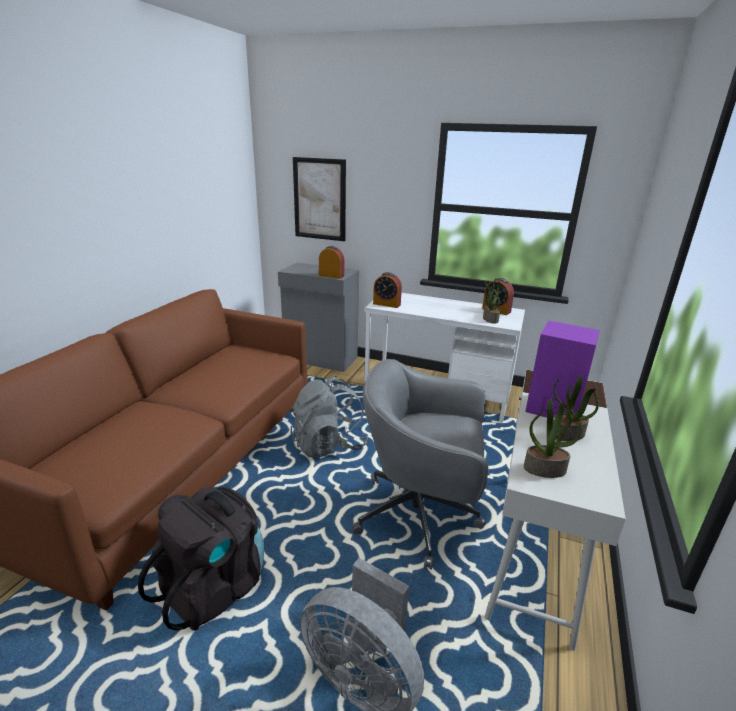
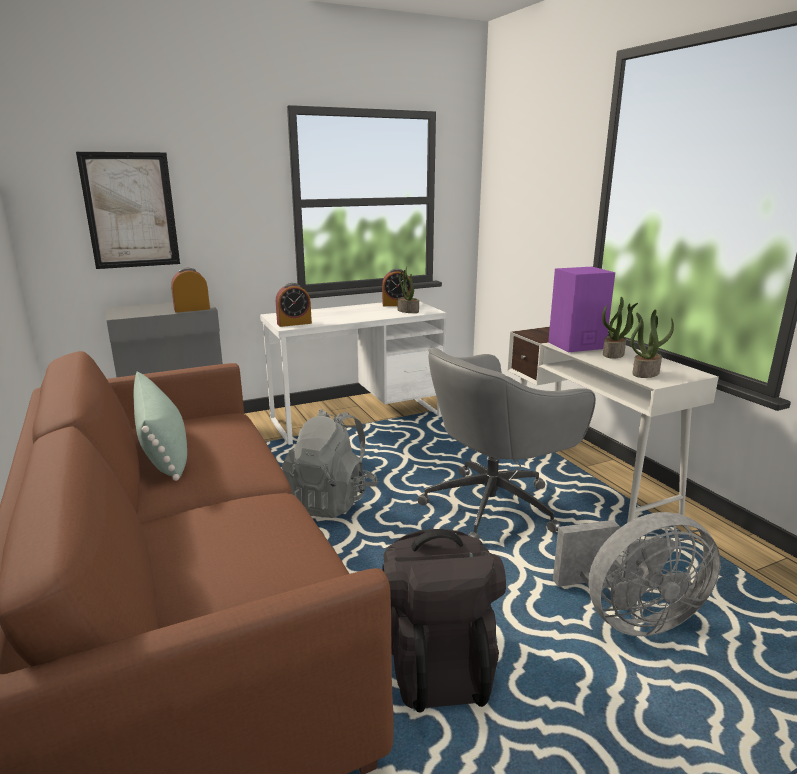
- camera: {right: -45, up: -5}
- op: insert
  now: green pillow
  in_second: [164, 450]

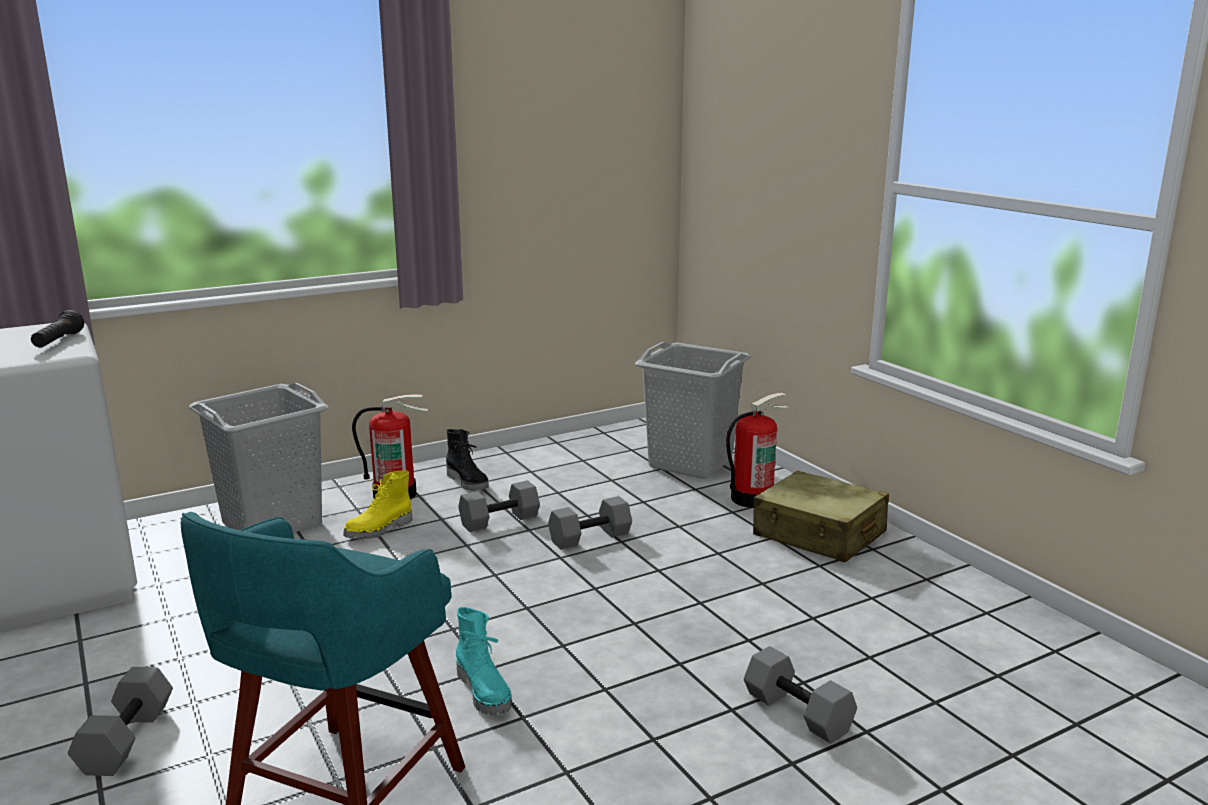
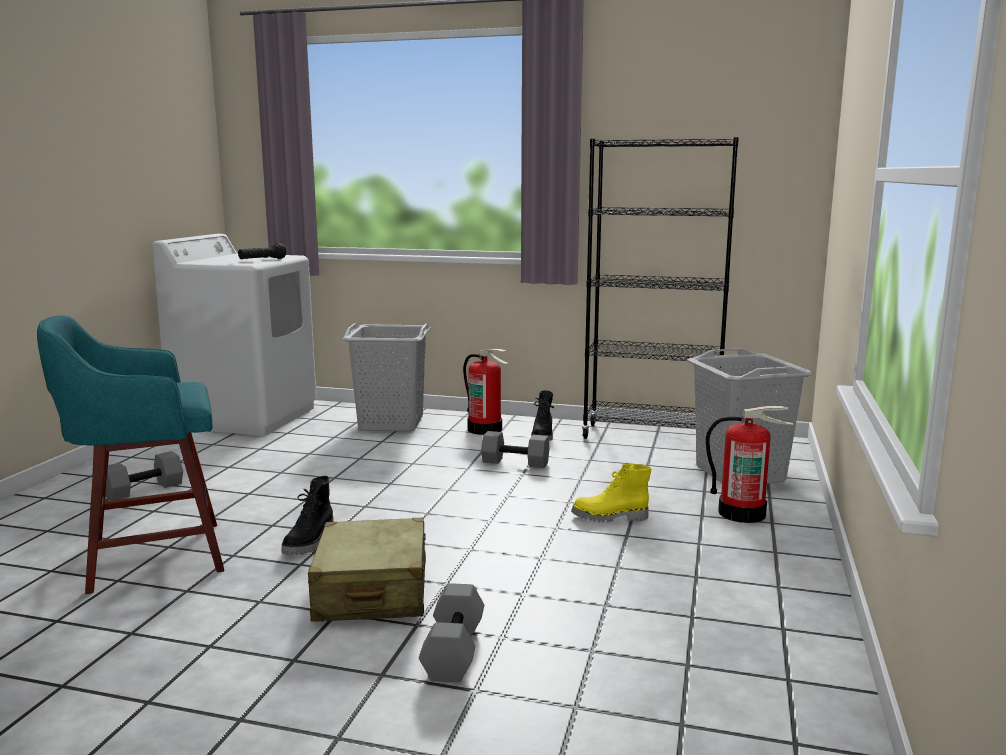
- camera: {right: 45, up: -5}
- op: recolor
  was: turquoise boot
  now: black boot
  in_first: [485, 691]
  in_second: [310, 543]
- op: move
  was: beige suitcase
  in_first: [819, 534]
  in_second: [372, 591]
- op: move
  was: yellow boot
  in_first: [380, 530]
  in_second: [610, 517]
- op: insert
  now: black bookcase
  in_second: [652, 436]
- op: delete
  was: grey dumbbell
  in_first: [590, 537]

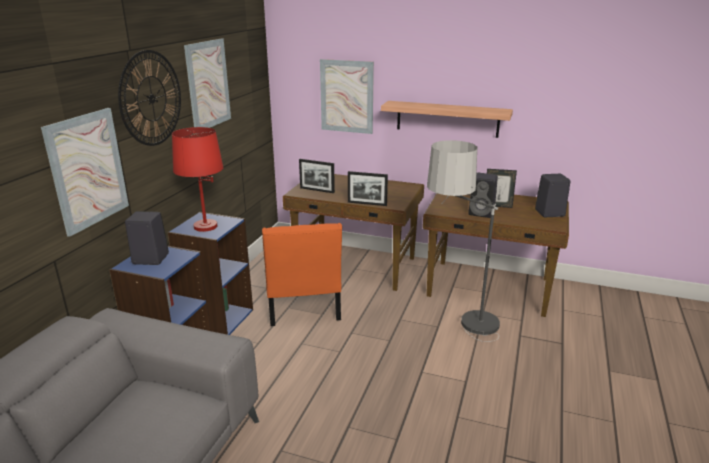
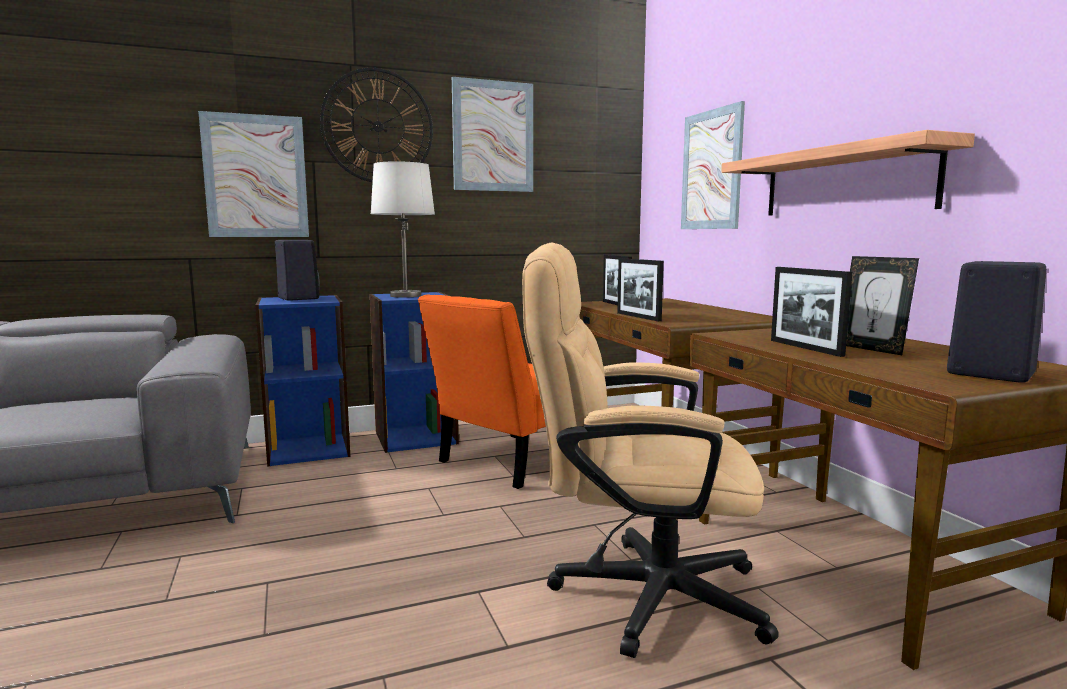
- camera: {right: 50, up: -15}
- op: recolor
  was: red table lamp
  now: white table lamp
  in_first: [205, 227]
  in_second: [405, 296]
- op: replace
  was: floor lamp
  now: beige office chair
  in_first: [461, 338]
  in_second: [637, 593]
- op: replace
  was: black speaker
  now: picture frame
  in_first: [482, 213]
  in_second: [805, 348]

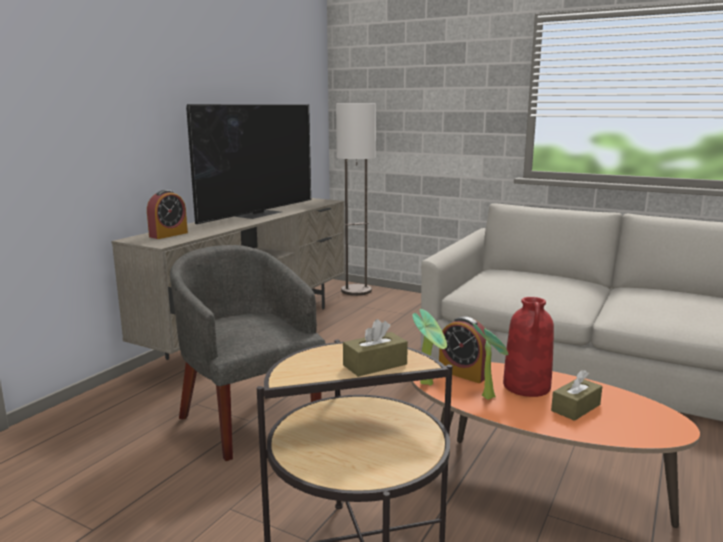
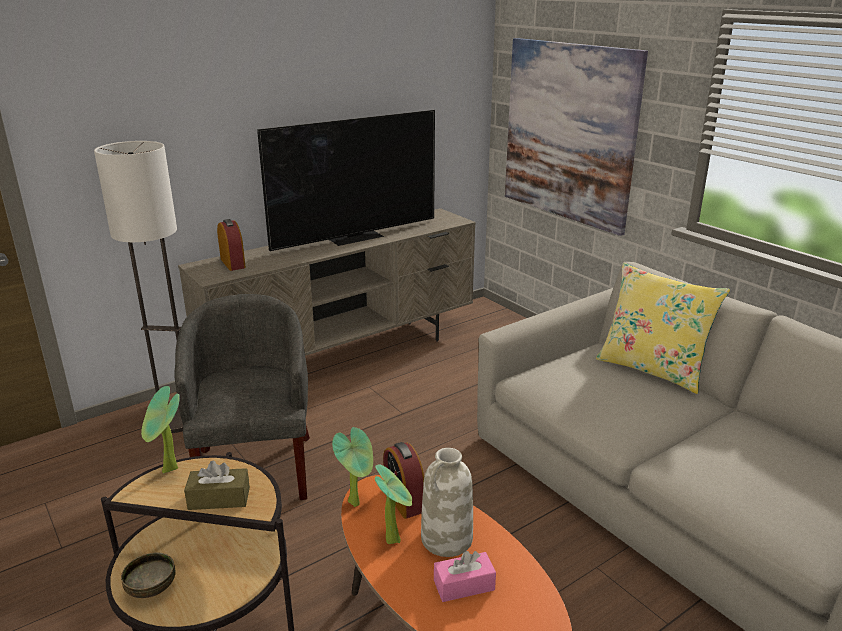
- camera: {right: 25, up: 10}
- op: move
  was: floor lamp
  in_first: [356, 291]
  in_second: [177, 419]
- op: insert
  now: bowl
  in_second: [151, 589]
- op: insert
  now: potted plant
  in_second: [169, 471]
- op: rotate
  was: alarm clock
  in_first: [168, 235]
  in_second: [233, 263]
  clockwise: -90
- op: recolor
  was: red vase
  now: white vase
  in_first: [527, 387]
  in_second: [446, 539]
- op: recolor
  was: brown tissue box
  now: pink tissue box
  in_first: [575, 408]
  in_second: [464, 585]
- op: insert
  now: picture
  in_second: [569, 133]
- op: insert
  now: yellow pillow
  in_second: [652, 369]

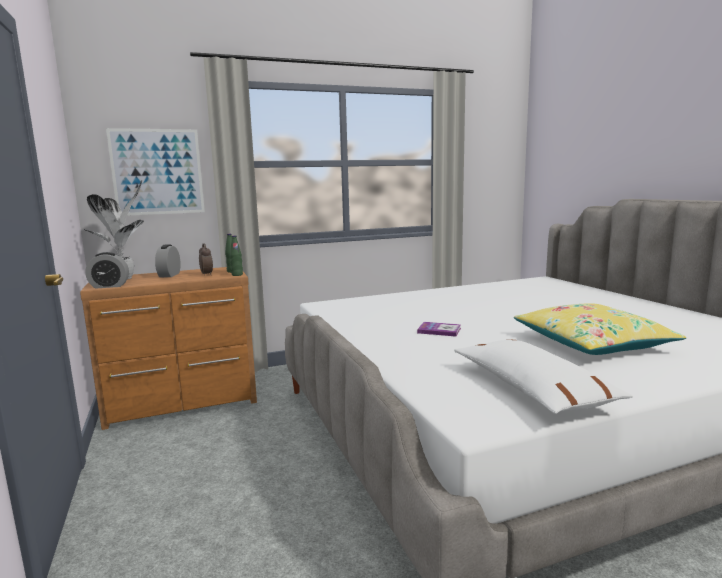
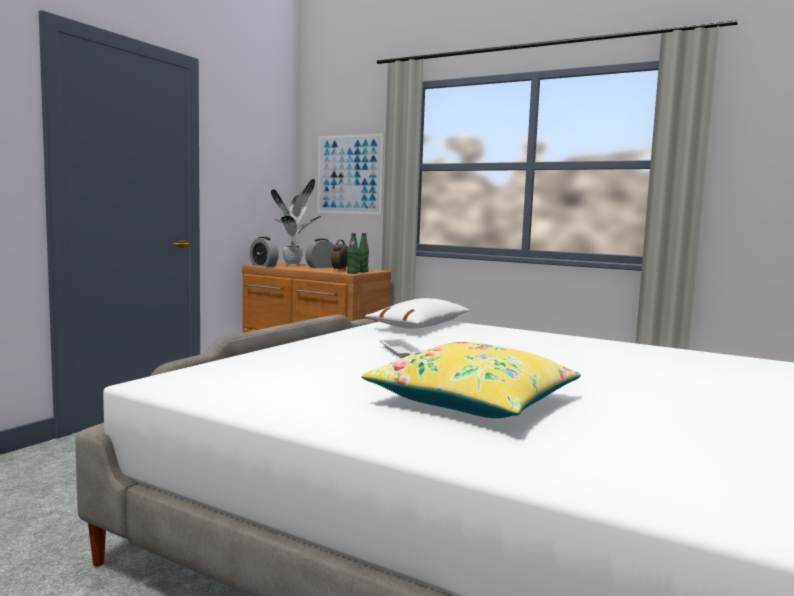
- camera: {right: 50, up: -5}
- op: move
  was: white pillow
  in_first: [531, 389]
  in_second: [420, 326]
- op: replace
  was: book
  now: white tray
  in_first: [439, 330]
  in_second: [401, 352]

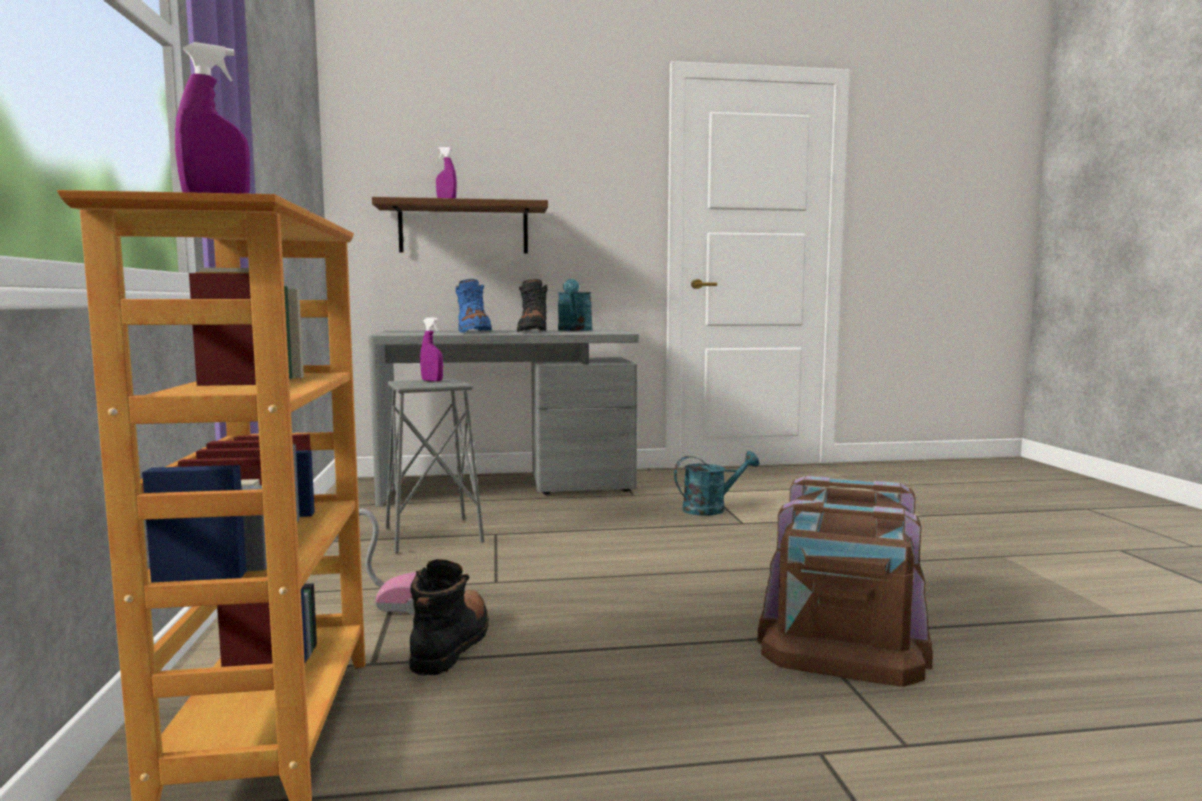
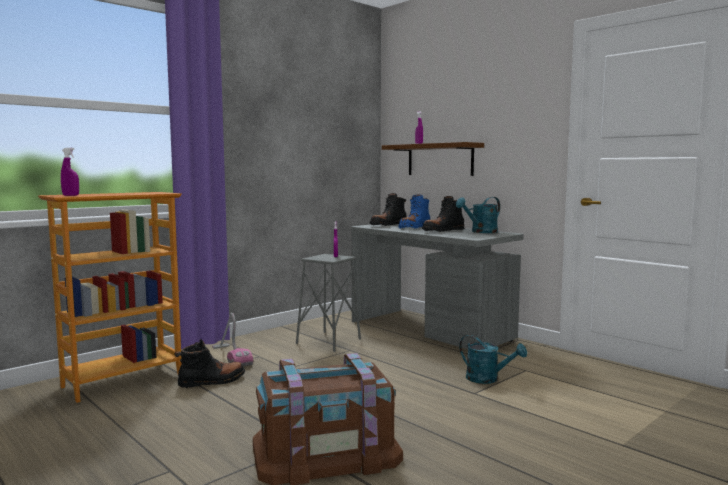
- camera: {right: 55, up: 0}
- op: insert
  now: black boot
  in_second: [388, 225]

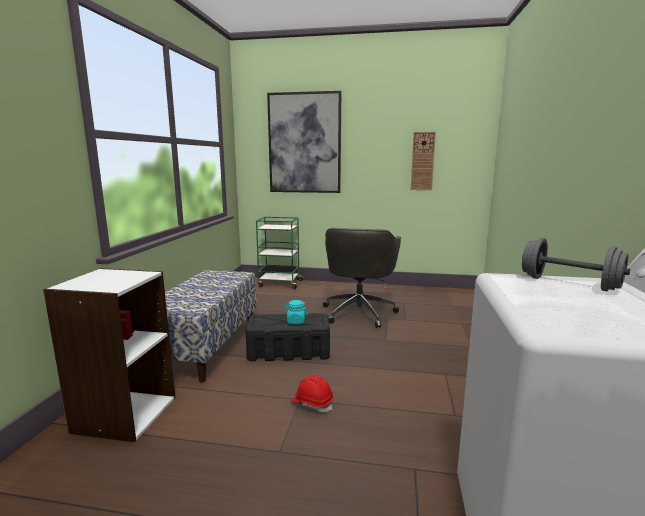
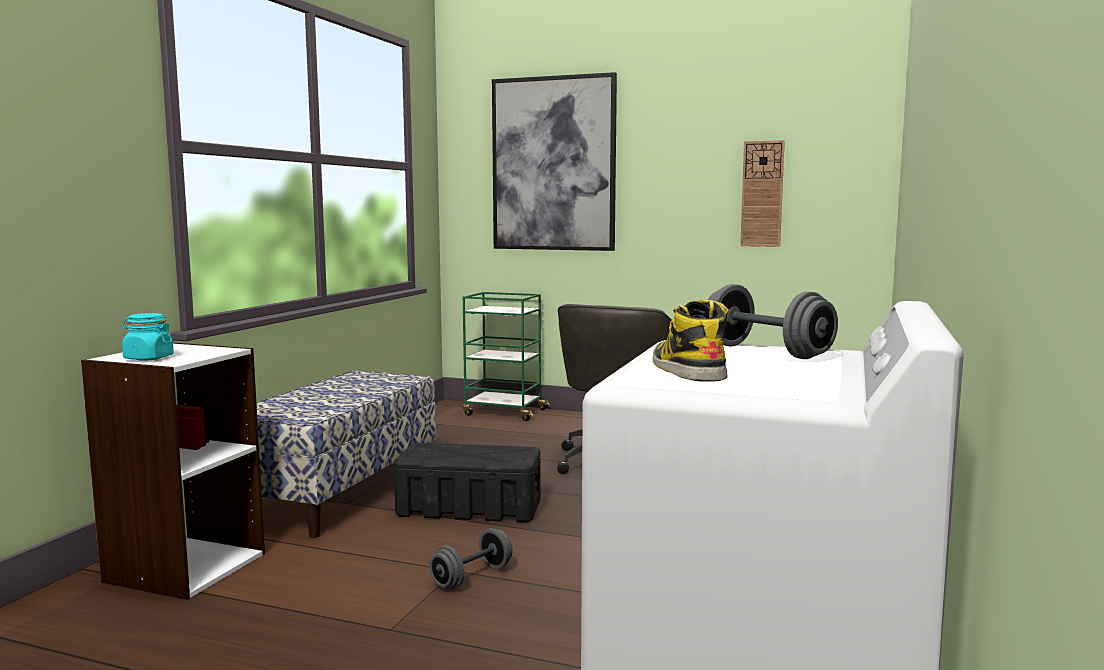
- camera: {right: 10, up: -5}
- op: move
  was: turquoise jar
  in_first: [296, 321]
  in_second: [148, 358]
- op: replace
  was: red hard hat
  now: grey dumbbell
  in_first: [312, 403]
  in_second: [472, 577]
- op: insert
  now: boot
  in_second: [686, 370]

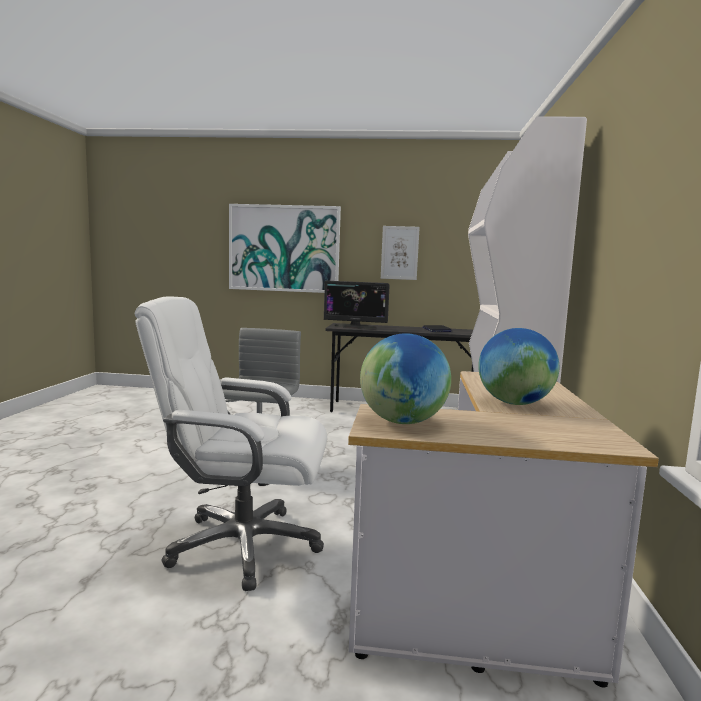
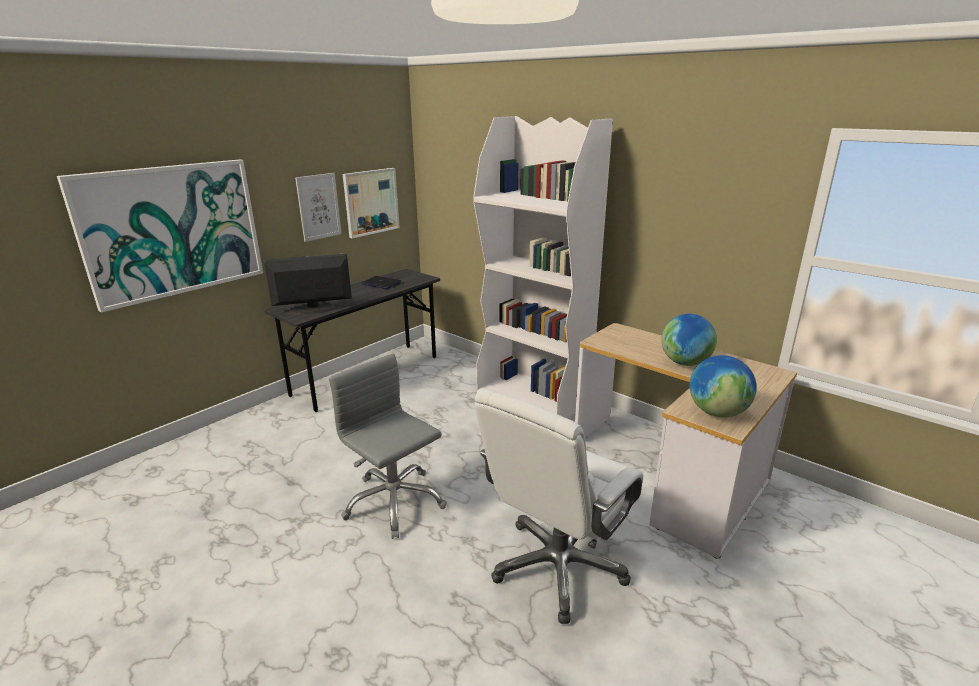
- camera: {right: -55, up: 15}
- op: rotate
  was: monitor
  in_first: [355, 327]
  in_second: [313, 309]
  clockwise: -150
- op: insert
  now: picture
  in_second: [371, 202]

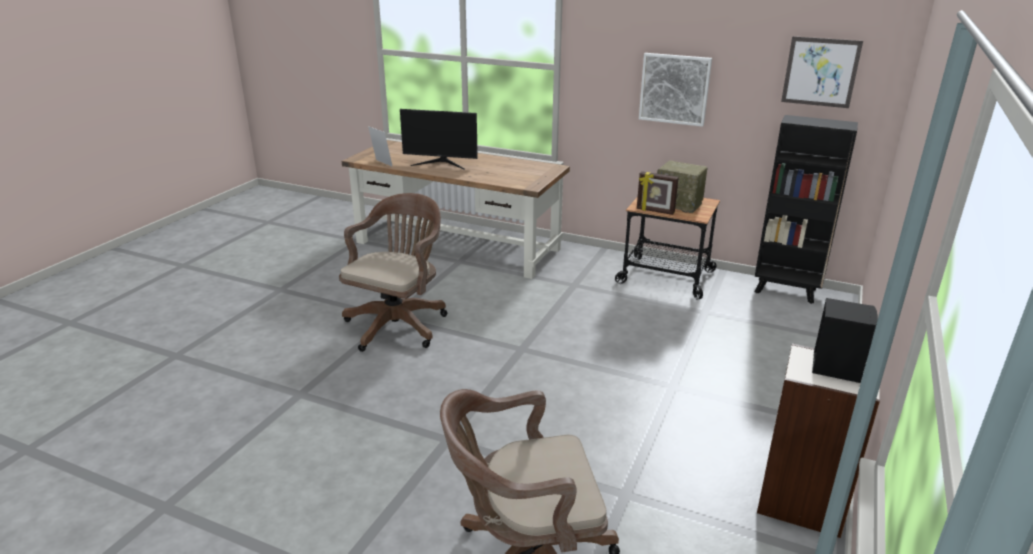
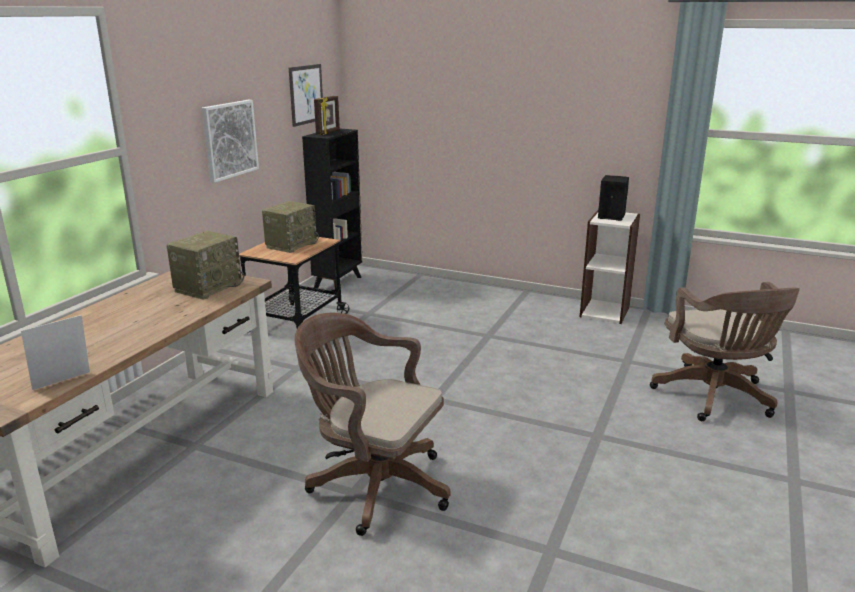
- camera: {right: -90, up: -5}
- op: insert
  now: radio
  in_second: [208, 287]
- op: move
  was: picture frame
  in_first: [655, 211]
  in_second: [328, 133]
- op: delete
  was: monitor
  in_first: [441, 163]

